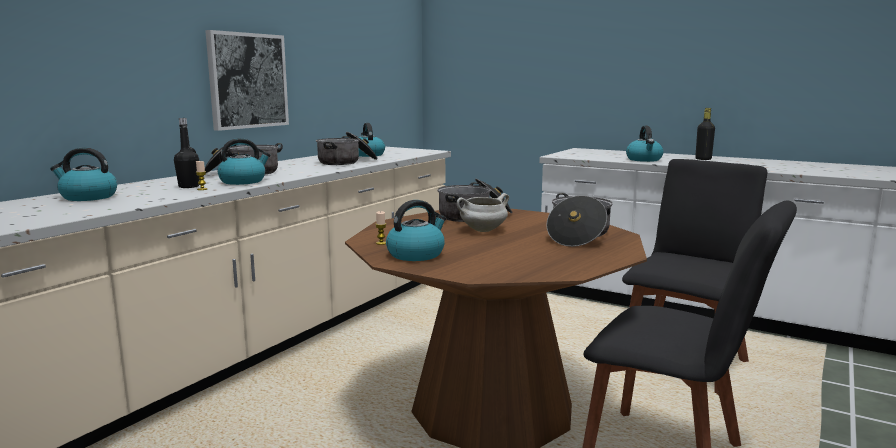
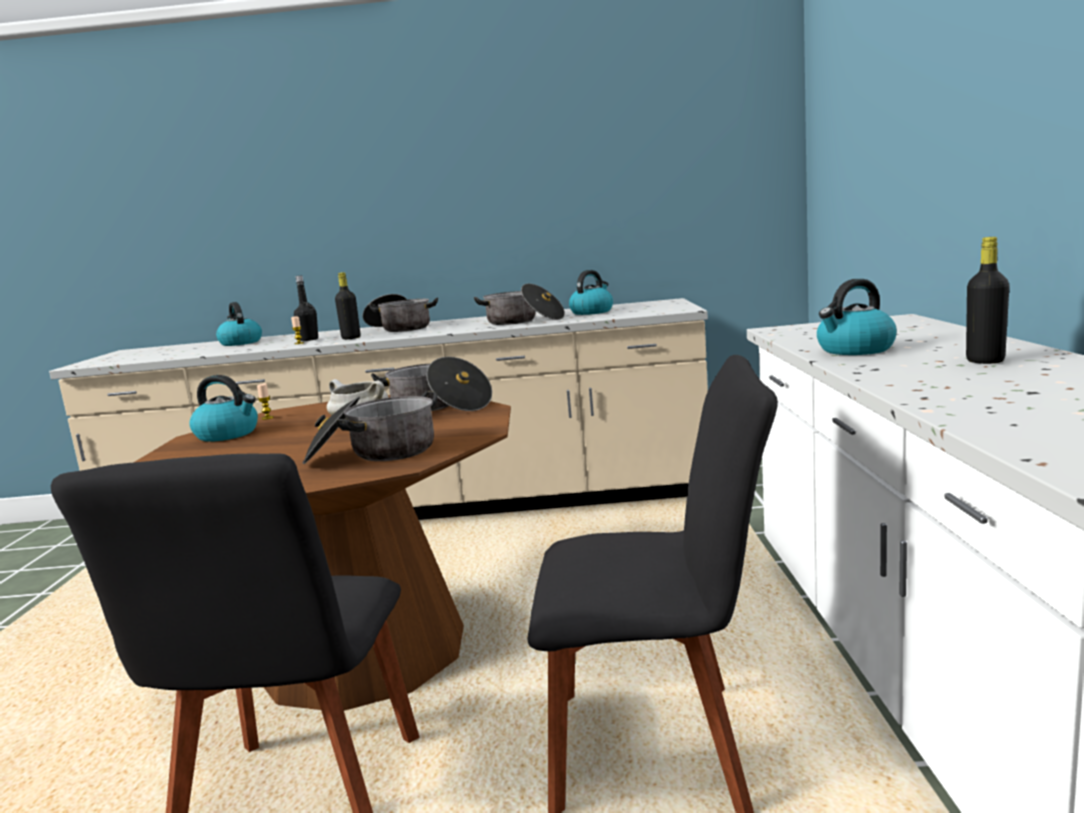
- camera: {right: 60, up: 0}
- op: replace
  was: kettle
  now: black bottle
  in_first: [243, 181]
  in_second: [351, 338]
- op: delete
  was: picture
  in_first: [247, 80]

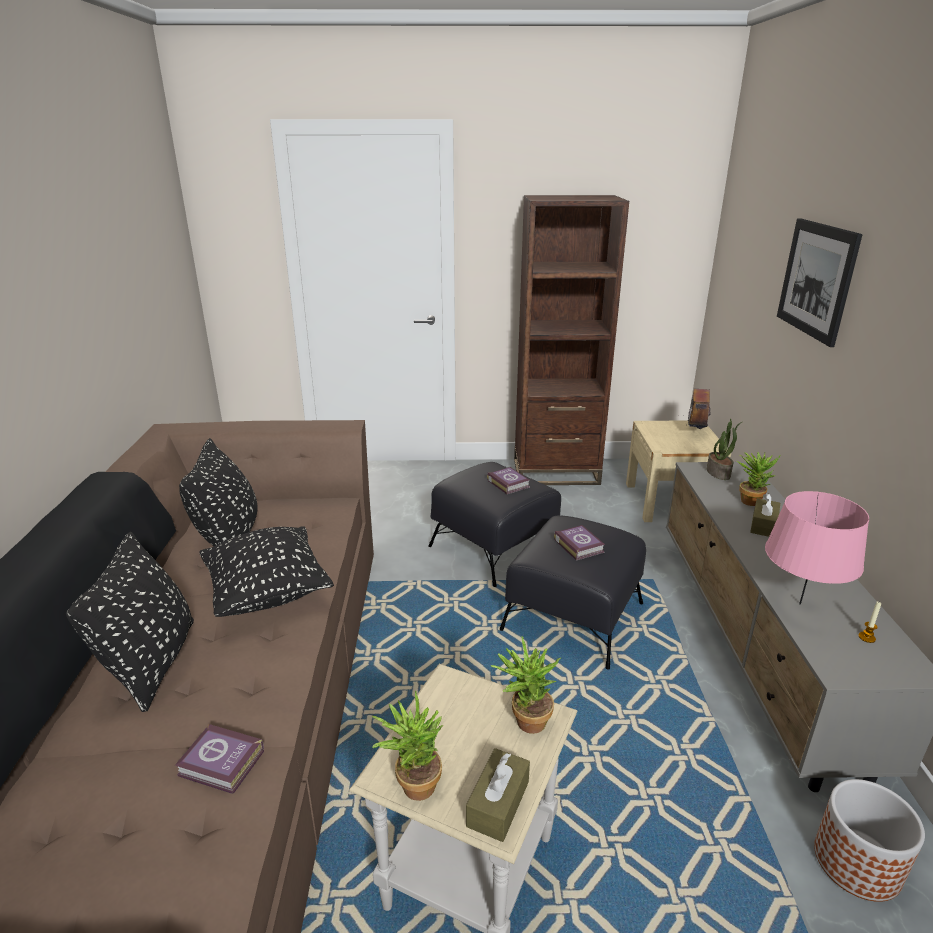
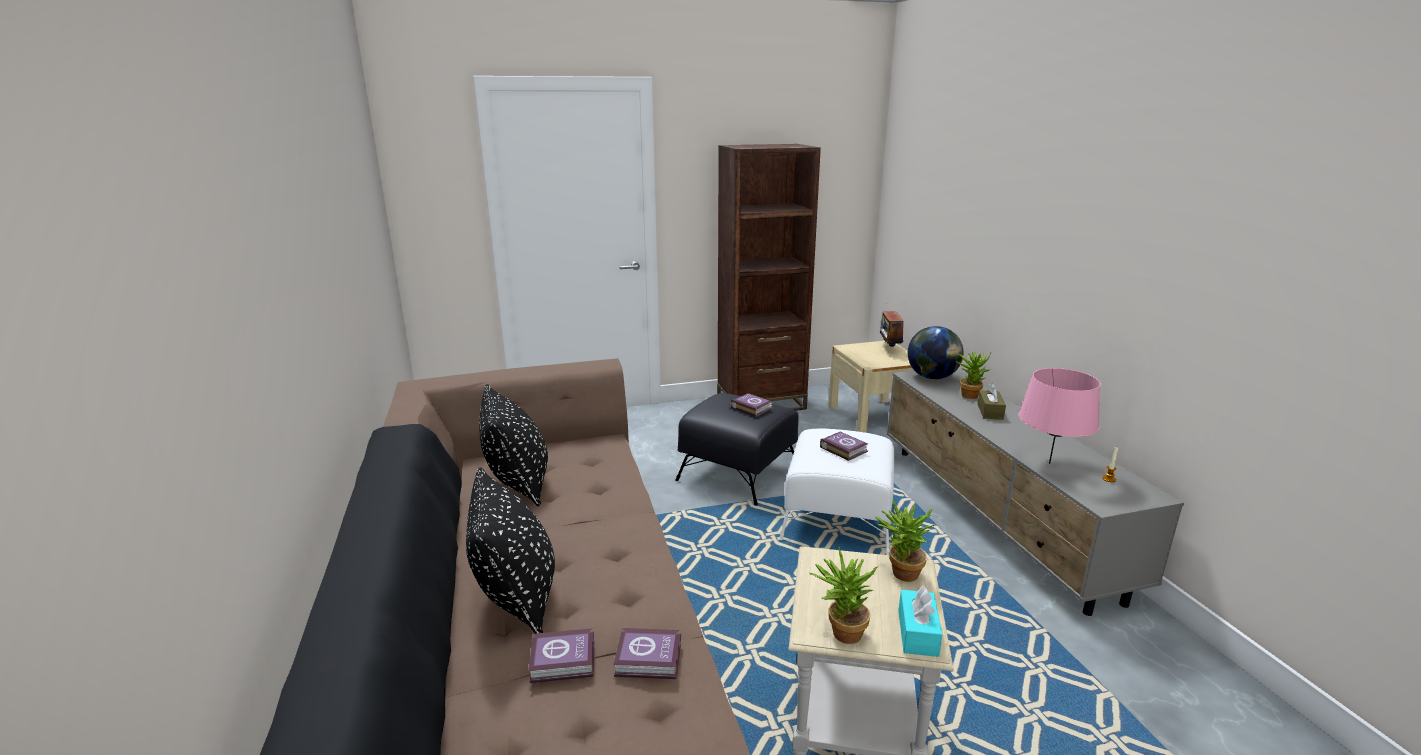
- camera: {right: -15, up: -5}
- op: insert
  now: book
  in_second: [565, 661]
- op: recolor
  was: black ottoman
  now: white ottoman
  in_first: [574, 616]
  in_second: [838, 519]
- op: recolor
  was: brown tissue box
  now: turquoise tissue box
  in_first: [498, 804]
  in_second: [917, 633]
- op: replace
  was: potted plant
  now: globe
  in_first: [719, 473]
  in_second: [932, 377]
- op: delete
  was: black pillow
  in_first: [268, 593]
- op: delete
  was: picture
  in_first: [816, 279]
- op: delete
  was: planter
  in_first: [856, 862]

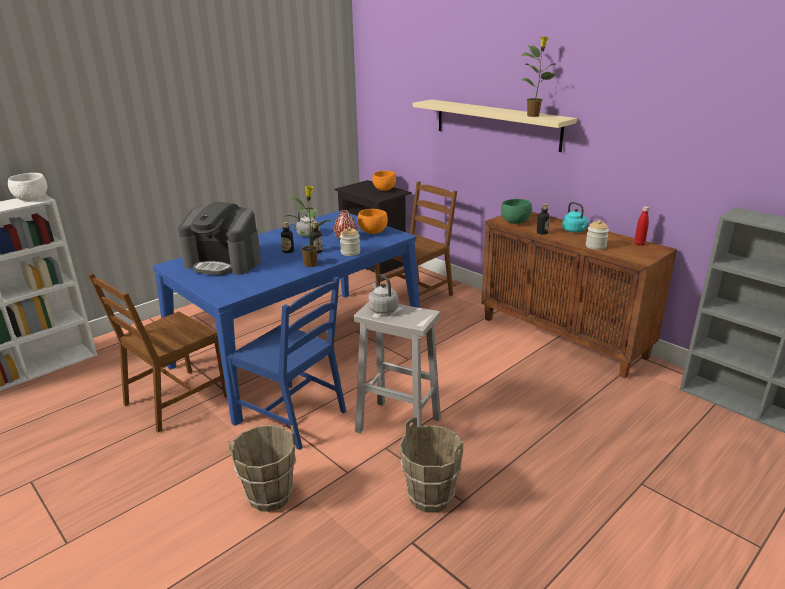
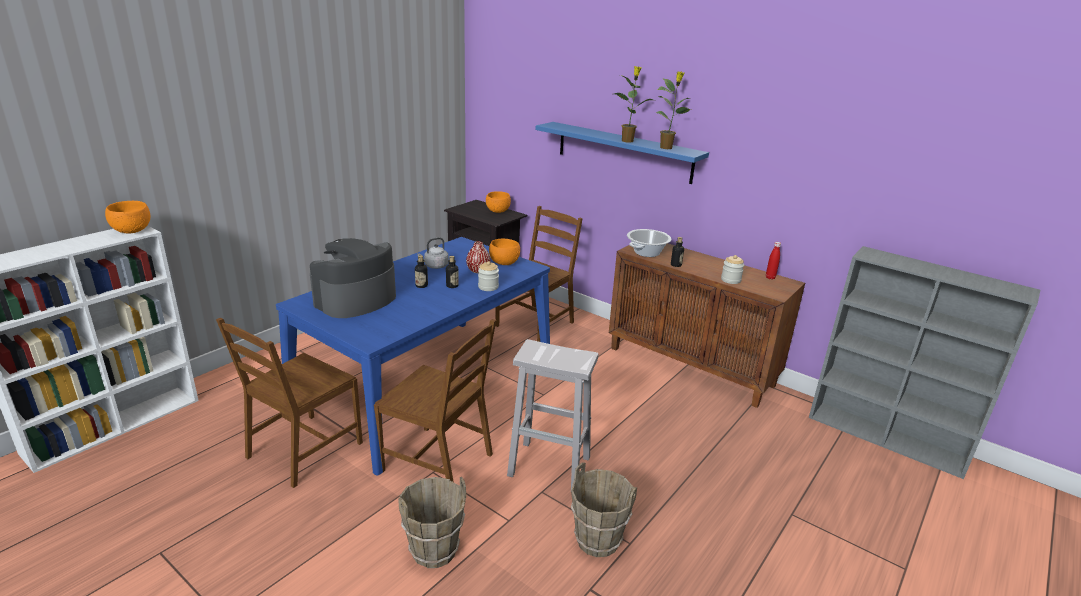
- camera: {right: -10, up: 0}
- op: recolor
  was: white bowl
  now: orange bowl
  in_first: [31, 199]
  in_second: [131, 231]
- op: rotate
  was: coffee machine
  in_first: [224, 263]
  in_second: [356, 300]
  clockwise: 120
- op: recolor
  was: blue chair
  now: brown chair
  in_first: [294, 416]
  in_second: [439, 461]
- op: recolor
  was: beige shelf
  now: blue shelf
  in_first: [496, 124]
  in_second: [623, 152]
- op: move
  was: potted plant
  in_first: [311, 264]
  in_second: [628, 141]
- op: replace
  was: green bowl
  now: cooking pot
  in_first: [515, 222]
  in_second: [646, 252]
- op: delete
  was: grey kettle
  in_first: [382, 309]
- op: delete
  was: turquoise kettle
  in_first: [575, 231]

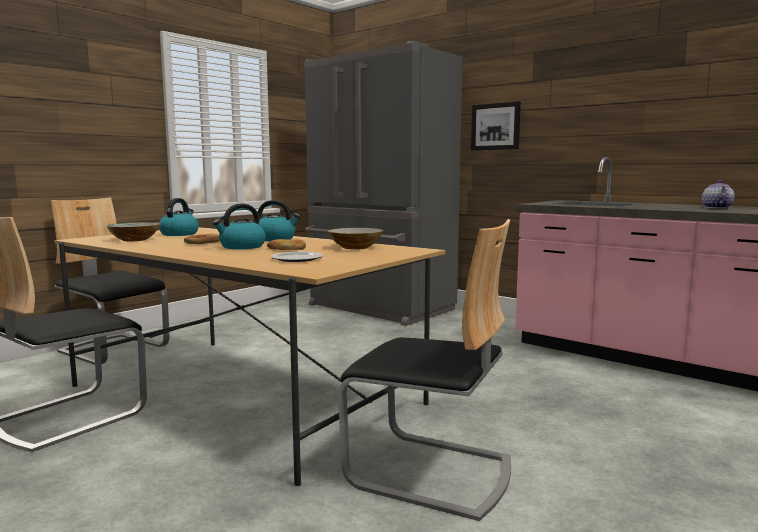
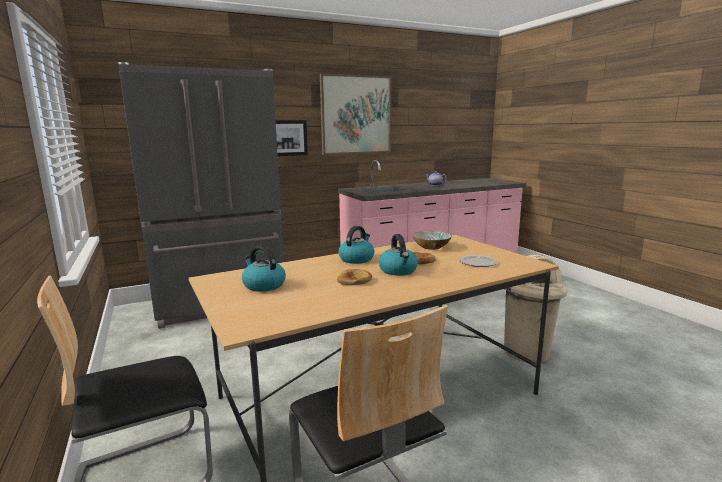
- camera: {right: -65, up: 5}
- op: insert
  now: picture
  in_second: [356, 115]
- op: replace
  was: chair
  now: beige trash can
  in_first: [430, 472]
  in_second: [527, 352]
- op: delete
  was: bowl
  in_first: [134, 240]

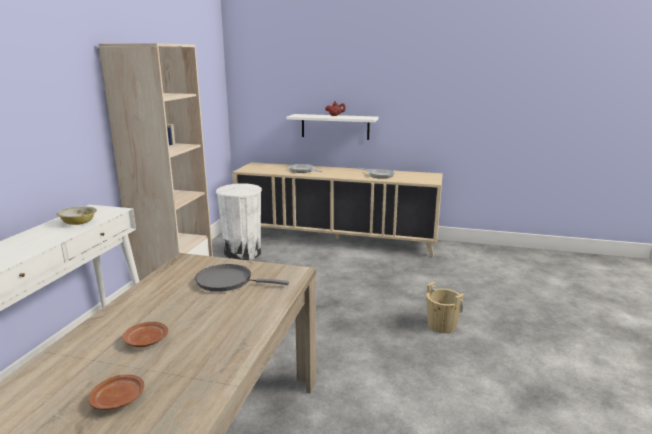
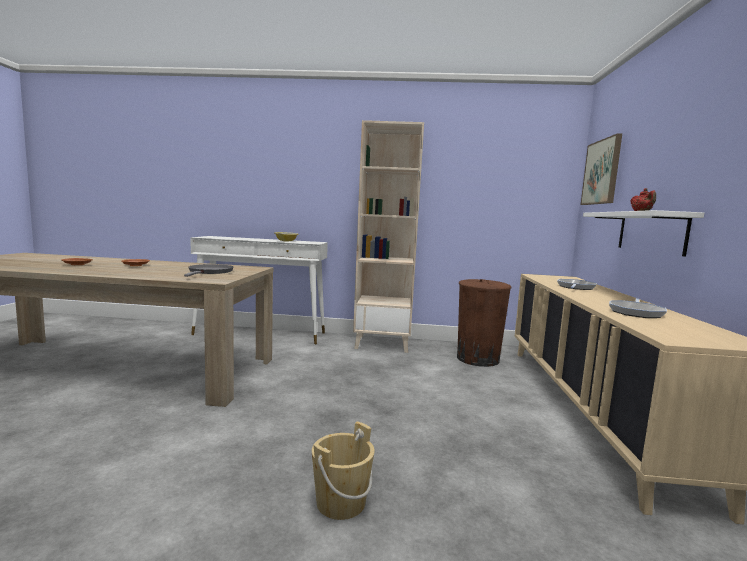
- camera: {right: 80, up: -10}
- op: recolor
  was: white trash can
  now: brown trash can
  in_first: [242, 253]
  in_second: [477, 359]
- op: insert
  now: picture
  in_second: [602, 172]

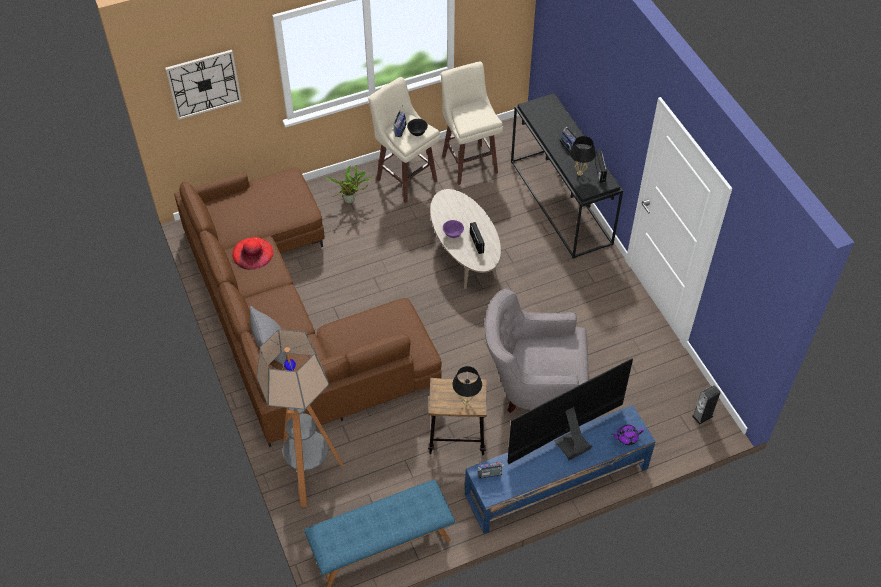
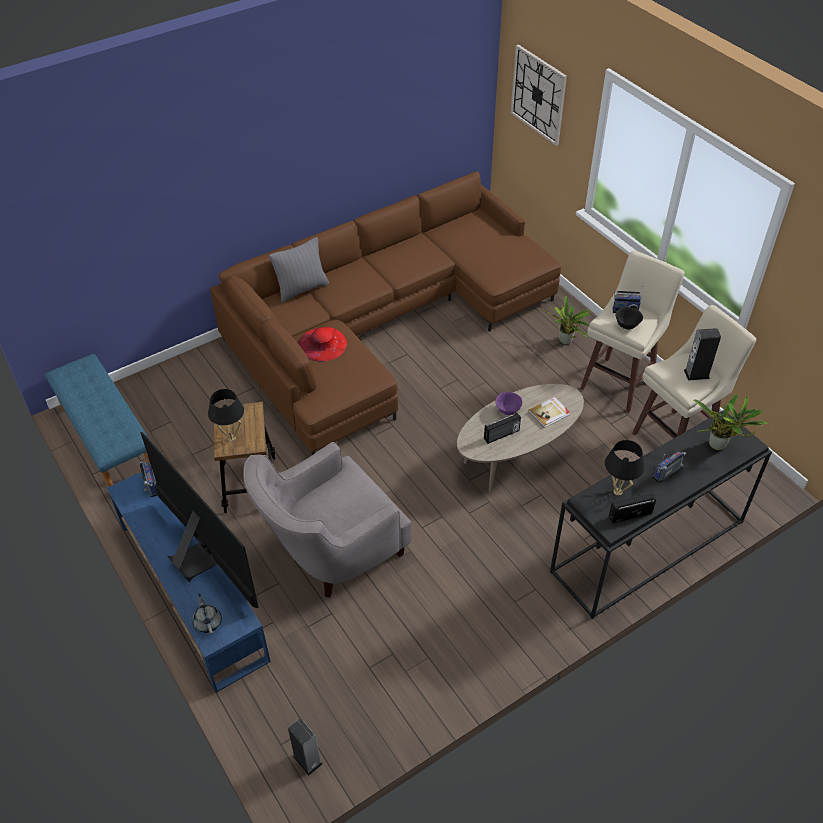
- camera: {right: 80, up: -5}
- op: recolor
  was: purple teapot
  now: grey teapot
  in_first: [626, 438]
  in_second: [208, 621]
- op: rotate
  was: grey armchair
  in_first: [534, 385]
  in_second: [331, 551]
  clockwise: -120
- op: move
  was: red hat
  in_first: [252, 253]
  in_second: [322, 344]
- op: insert
  now: book
  in_second: [549, 413]
- op: insert
  now: speaker
  in_second: [696, 374]
- op: insert
  now: potted plant
  in_second: [719, 446]
- op: delete
  was: floor lamp
  in_first: [310, 475]

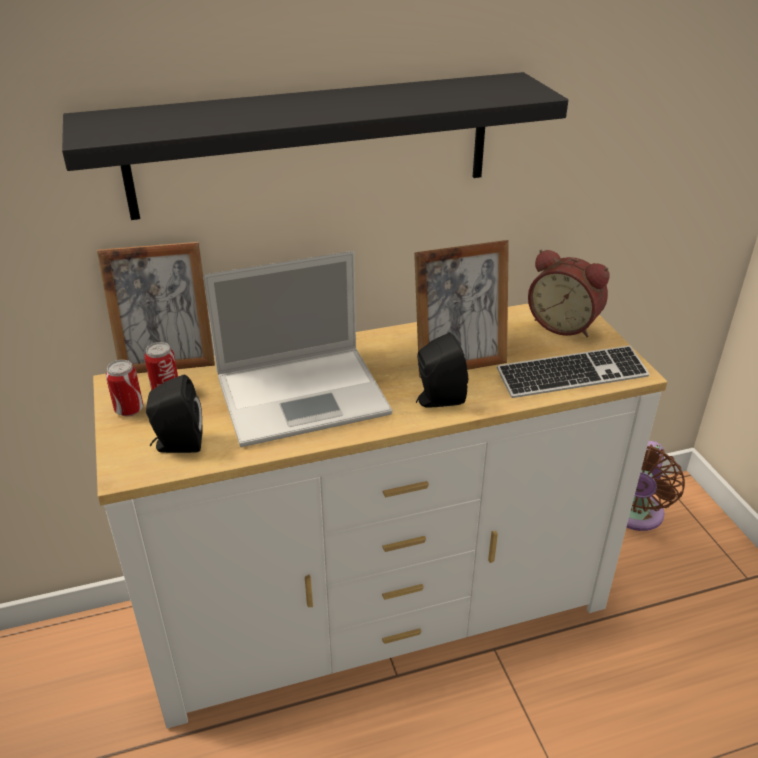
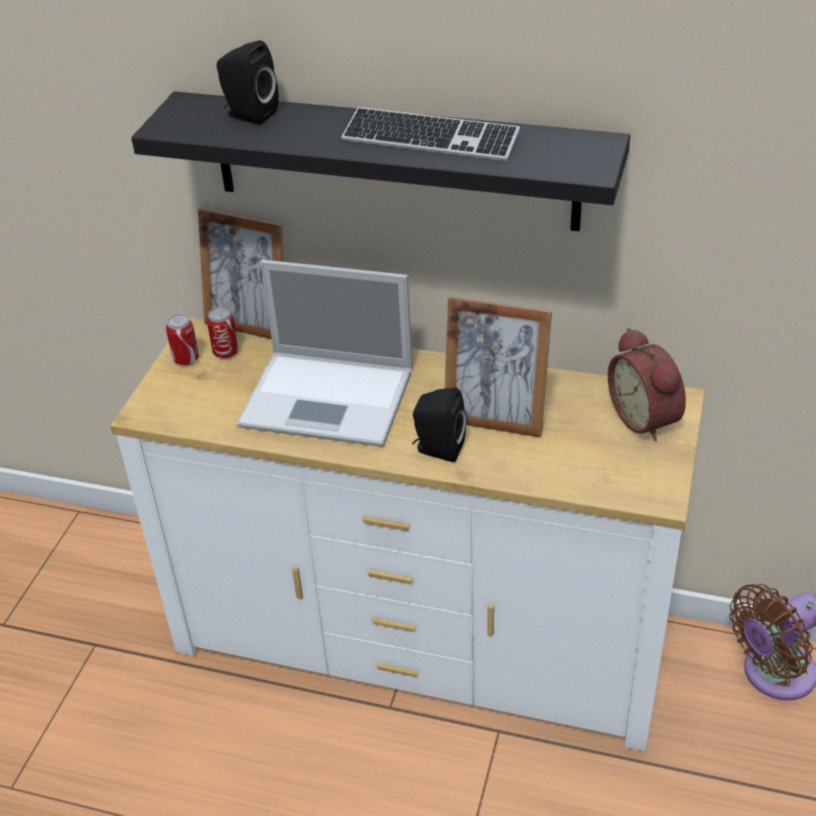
- camera: {right: 35, up: 5}
- op: move
  was: black speaker
  in_first: [177, 444]
  in_second: [248, 115]
- op: move
  was: keyboard
  in_first: [572, 375]
  in_second: [430, 139]

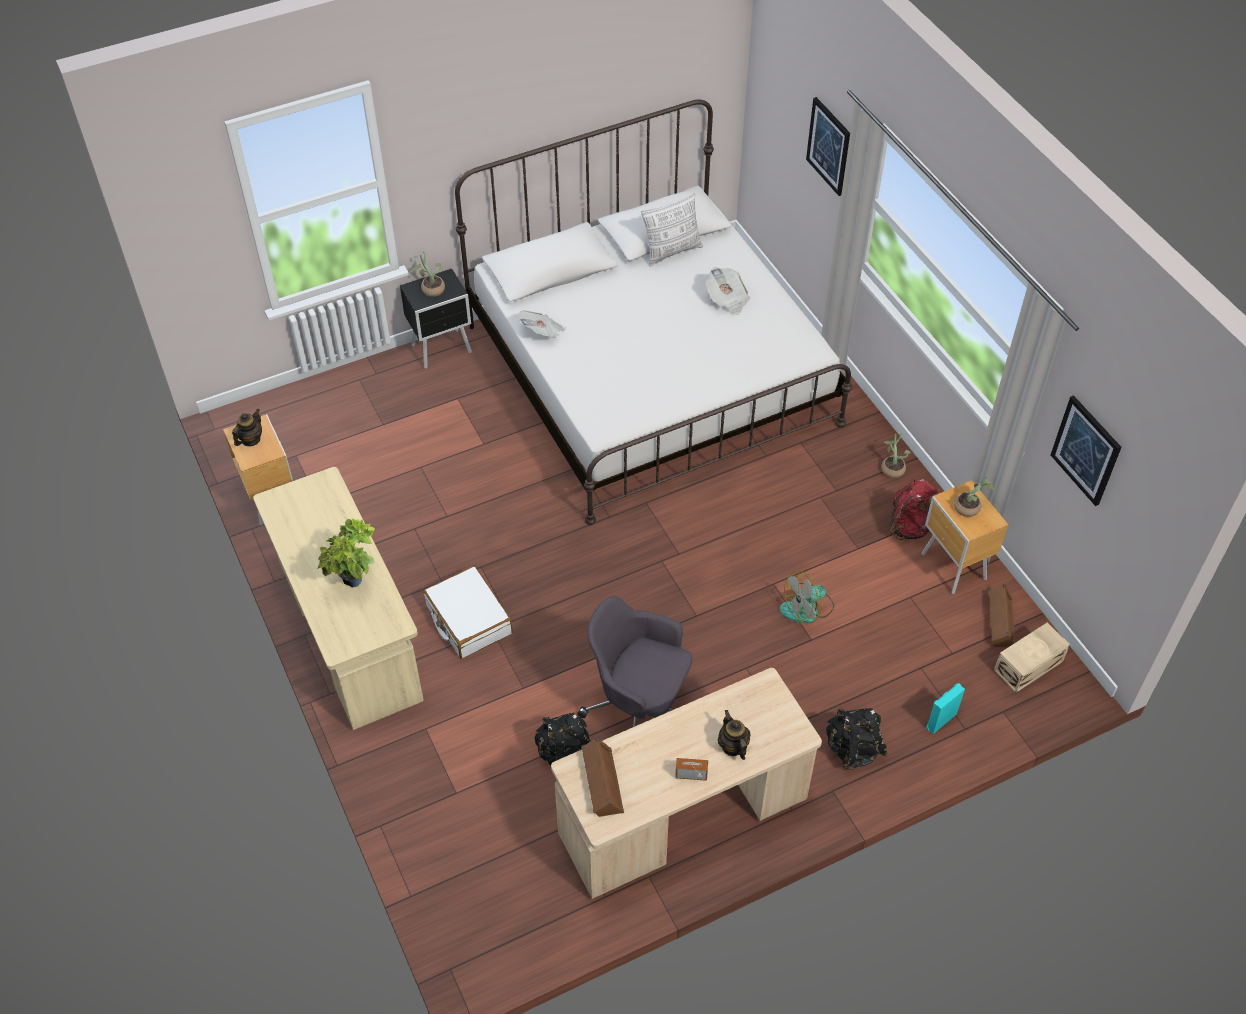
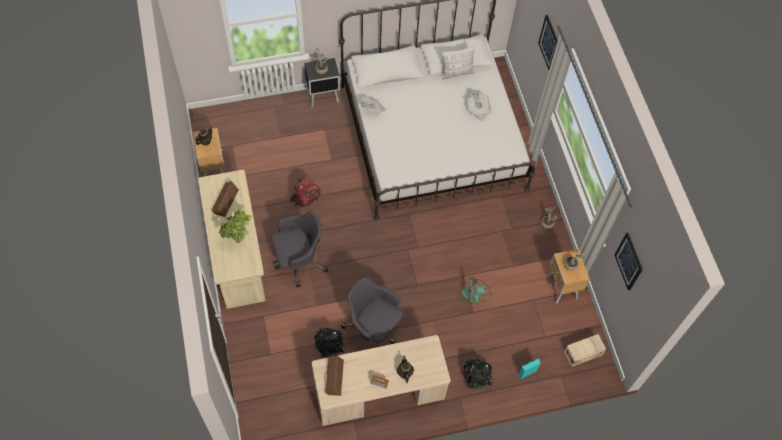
- camera: {right: 10, up: 10}
- op: move
  was: brown speaker
  in_first: [999, 621]
  in_second: [225, 201]
- op: replace
  was: white suitcase
  now: grey office chair
  in_first: [468, 620]
  in_second: [299, 260]
- op: move
  was: red backpack
  in_first: [911, 526]
  in_second: [305, 199]

